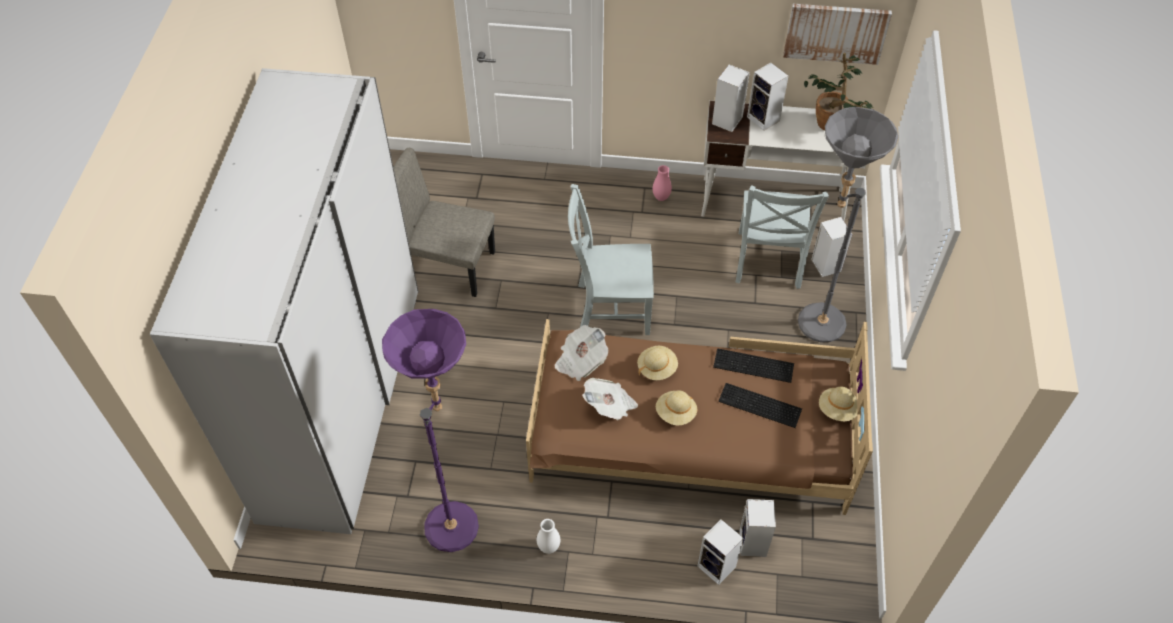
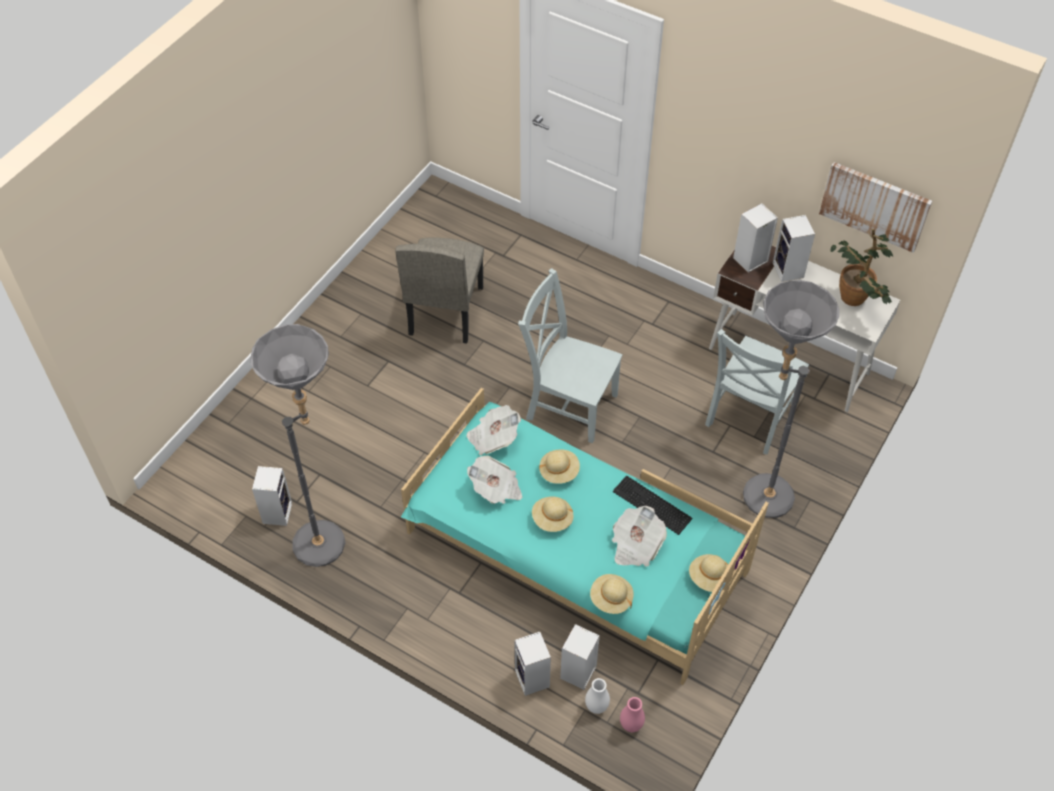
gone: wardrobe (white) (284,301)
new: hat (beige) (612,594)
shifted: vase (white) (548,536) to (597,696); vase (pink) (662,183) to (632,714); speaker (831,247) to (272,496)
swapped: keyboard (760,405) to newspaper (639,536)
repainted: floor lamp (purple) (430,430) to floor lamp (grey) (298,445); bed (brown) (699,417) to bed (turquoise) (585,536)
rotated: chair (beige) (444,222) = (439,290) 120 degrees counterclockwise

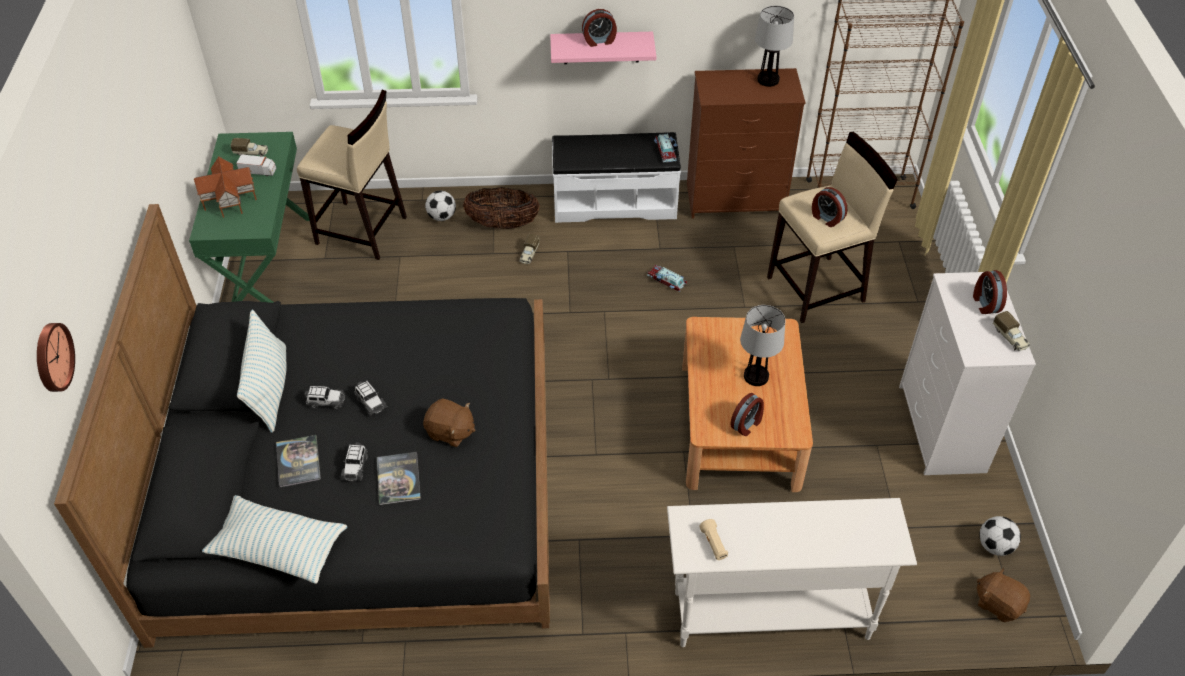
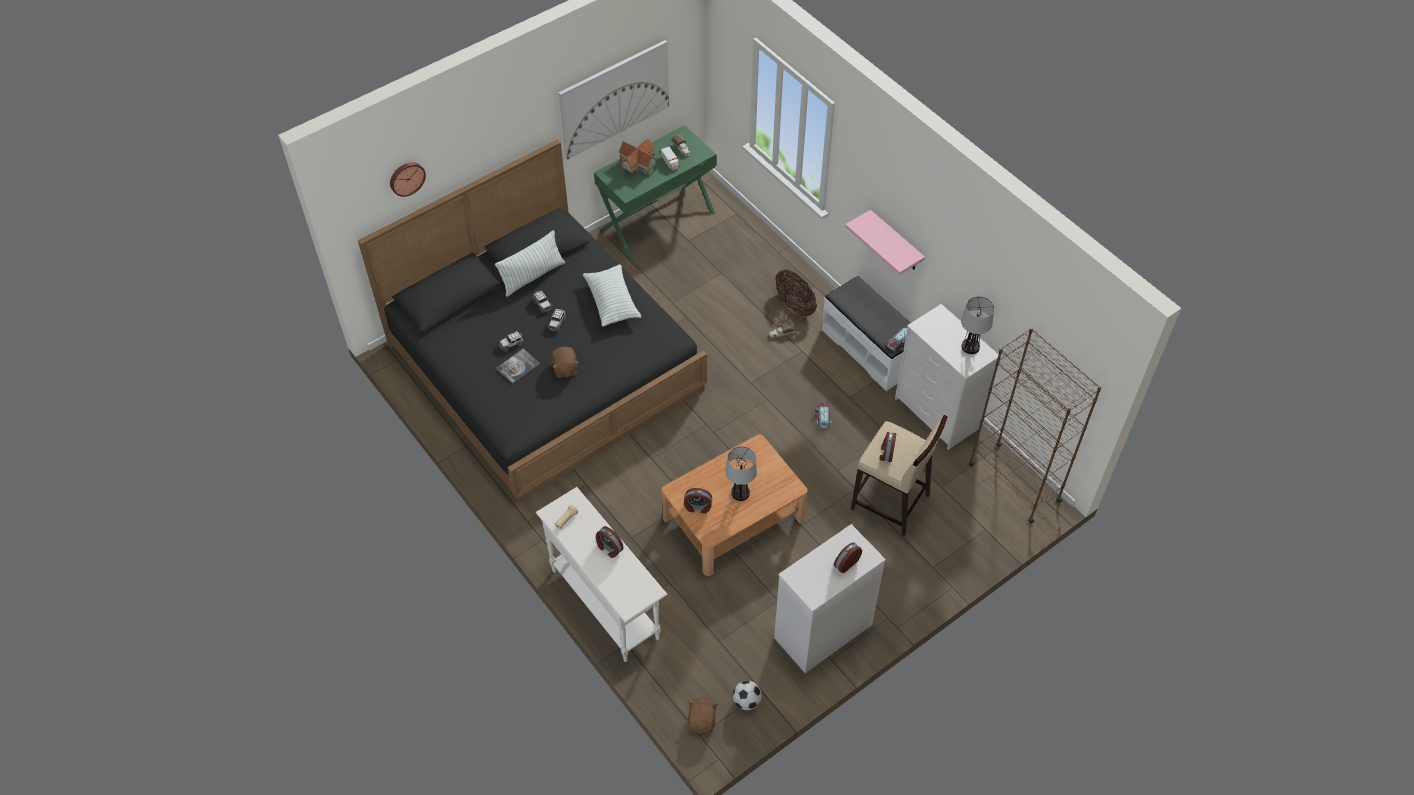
gone: book (298,461); stool (beige) (352,175); football (440,206); toy truck (1011,331)
new: picture (614,99)
shifted: pillow (274,539) to (612,295); alarm clock (599,28) to (610,542)
repainted: dresser (brown) (746,143) to dresser (white) (947,377)

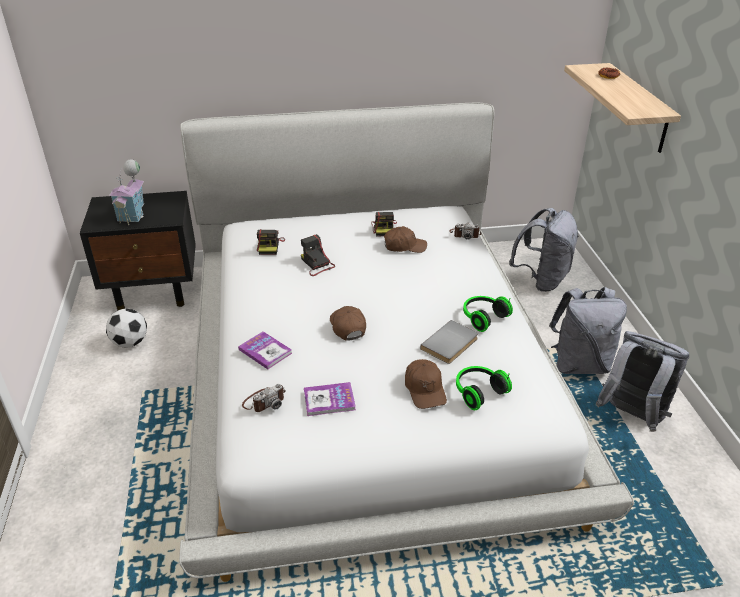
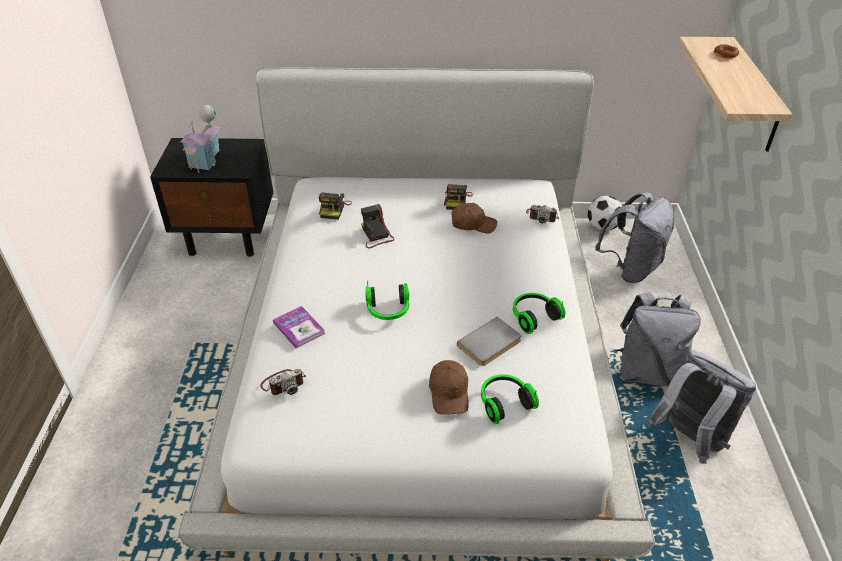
gone: book (330,399)
shifted: football (126,328) to (604,213)
swapped: cap (brown) (348,323) to headphones (387,300)

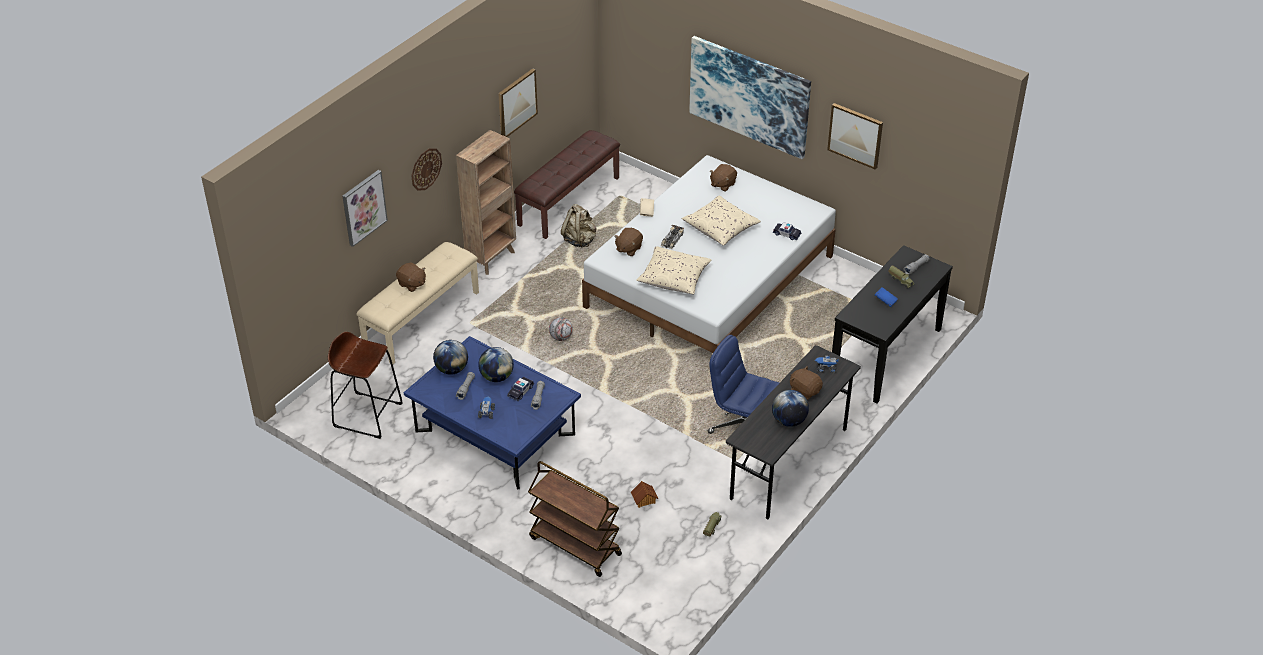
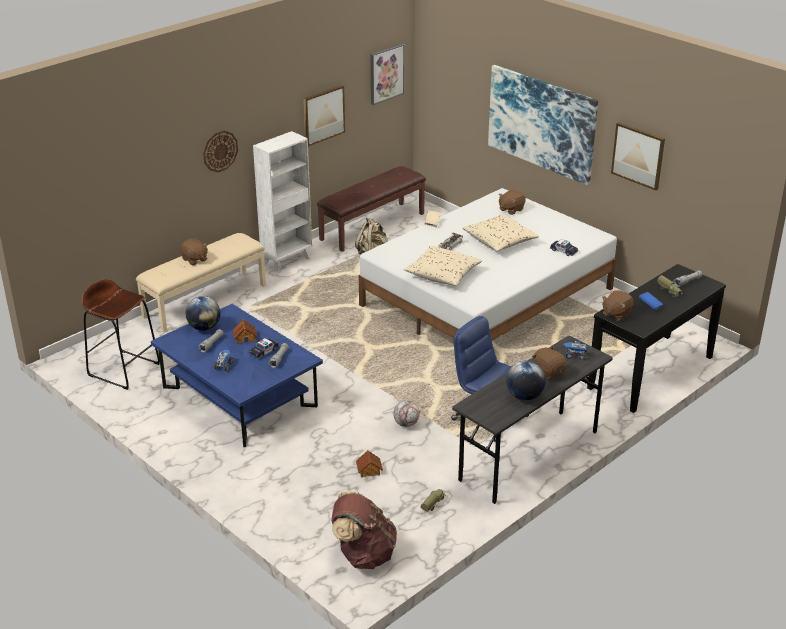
gone: cart (brown) (575,519)
new: backpack (brown) (364,530)
shifted: picture (365,208) to (387,74); football (561,329) to (406,413); plush toy (brown) (628,242) to (618,306)
swapped: globe (496,364) to toy house (245,331)
repainted: bookcase (brown) (486,202) to bookcase (white) (282,202)

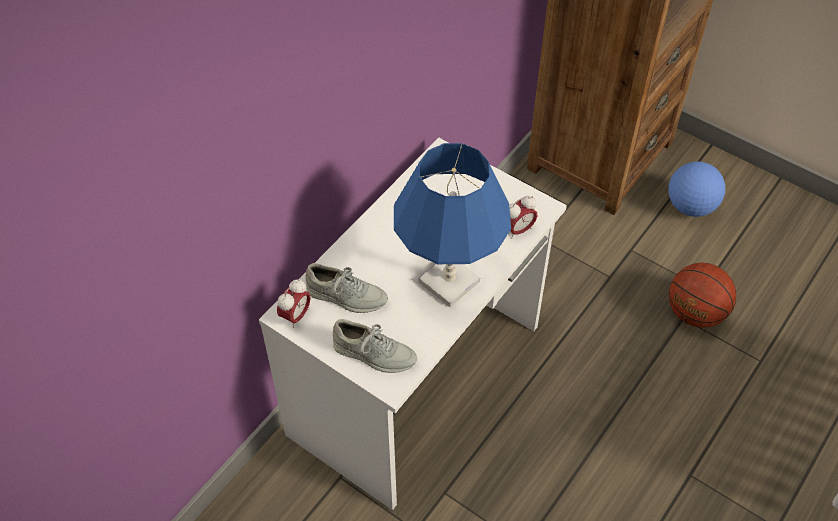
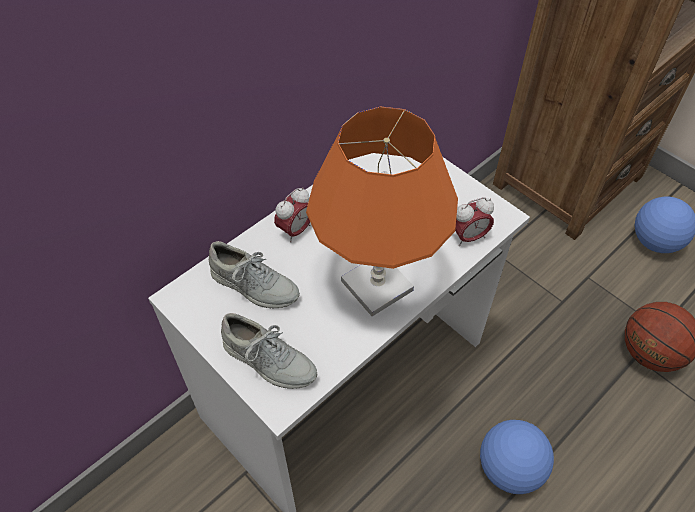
new: football (517,457)
shifted: alarm clock (293,303) to (292,214)
repainted: table lamp (blue) (452,225) to table lamp (orange) (382,211)

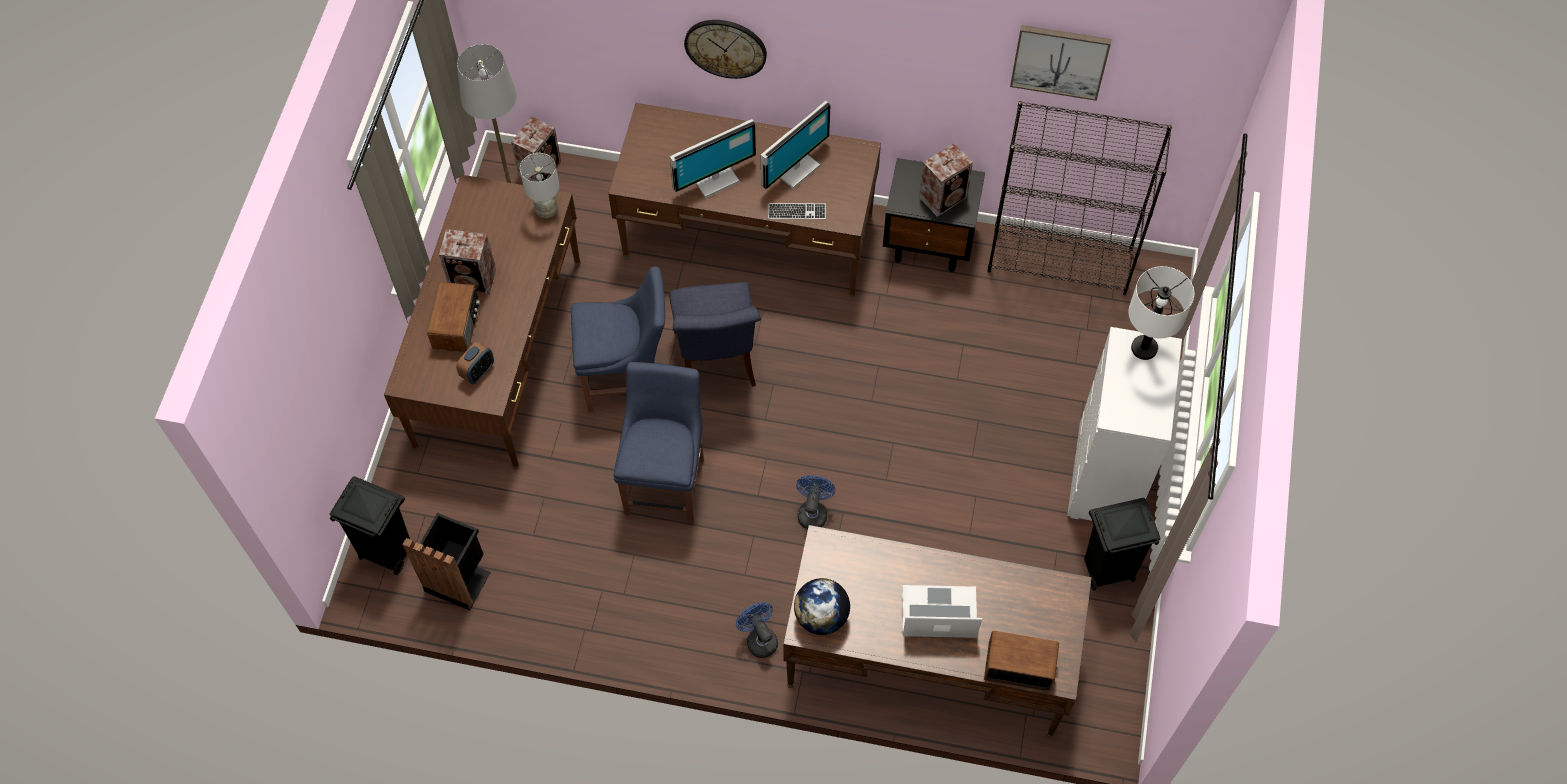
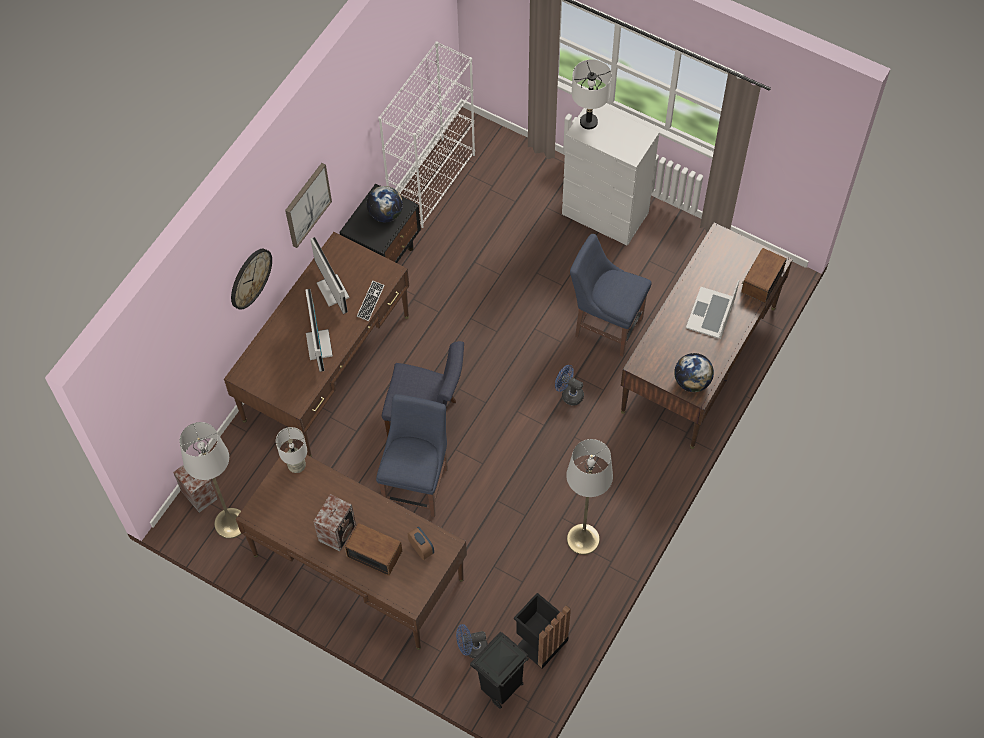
gone: trash can (black) (1122,544)
new: floor lamp (grey) (589,497)
shifted: chair (blue) (658,443) to (611,295); fan (blue) (757,630) to (472,641); picture (1061,63) to (308,205)
swapped: speaker (946,180) to globe (385,204)
repainted: bookcase (black) (1080,198) to bookcase (white) (426,134)

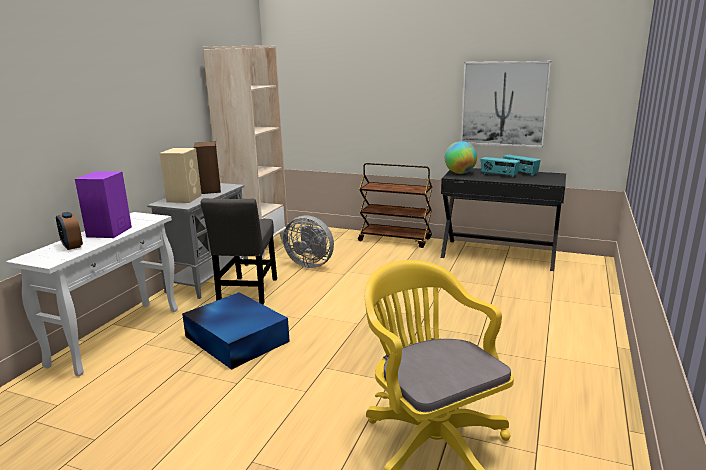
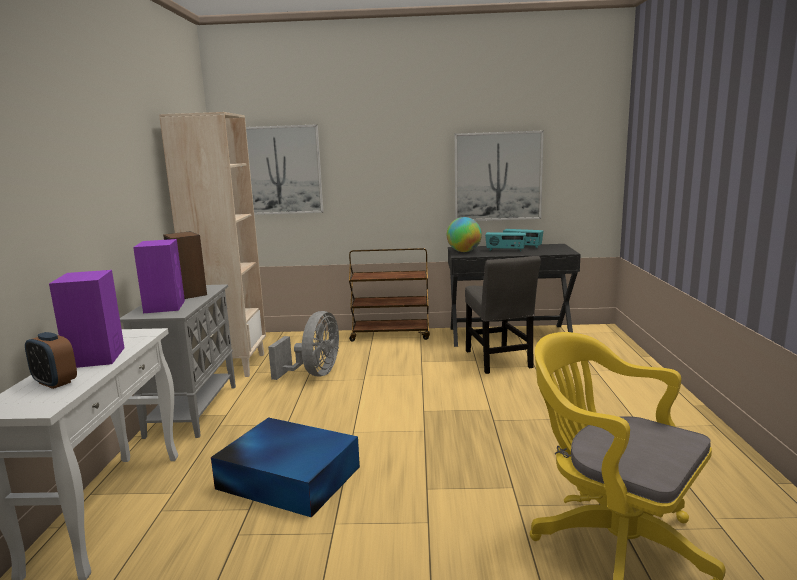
new: picture (284,169)
shifted: chair (grey) (239,251) to (503,315)
repainted: speaker (beige) (180,175) to speaker (purple) (159,276)
rotated: fan (grey) (308,241) = (303,345) 75 degrees counterclockwise

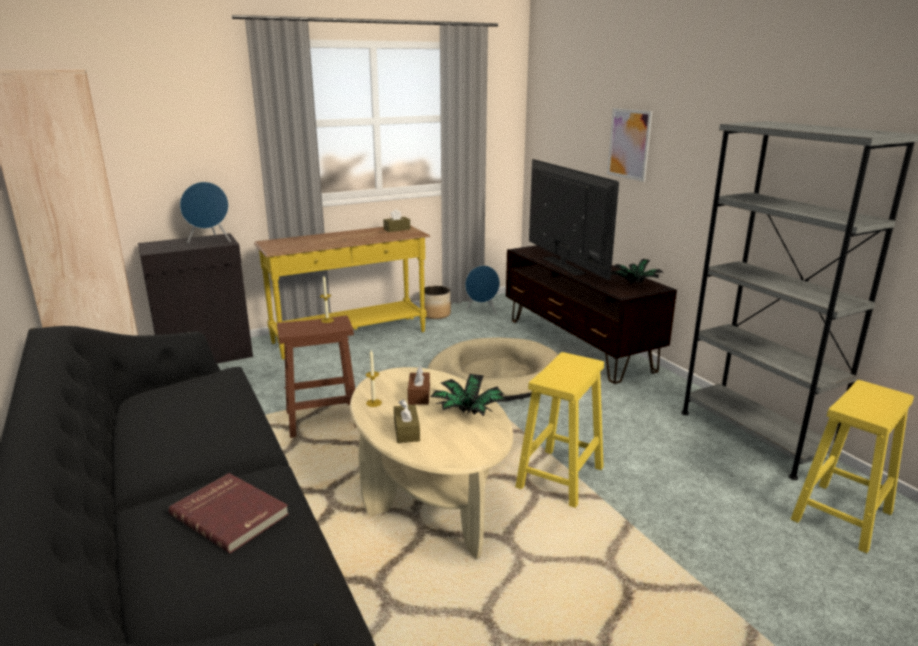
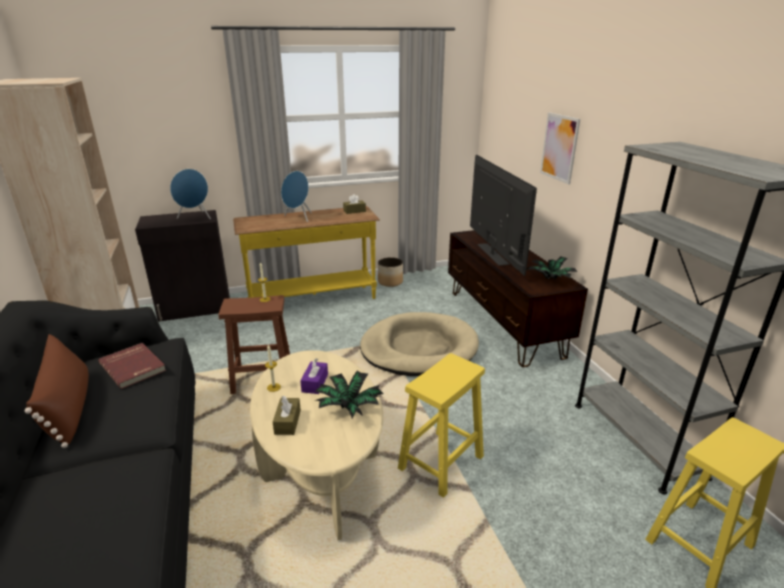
new: pillow (brown) (57,391)
shifted: book (red) (229,513) to (132,366); speaker (blue) (482,290) to (296,196)
repainted: tissue box (brown) (419,385) to tissue box (purple) (314,376)

